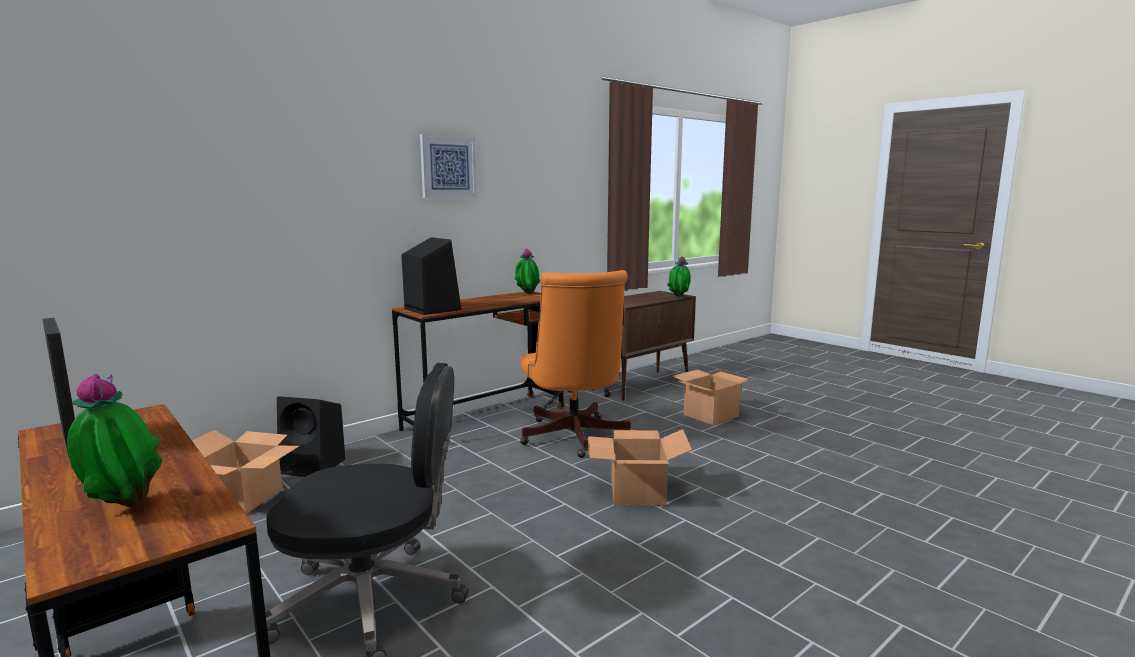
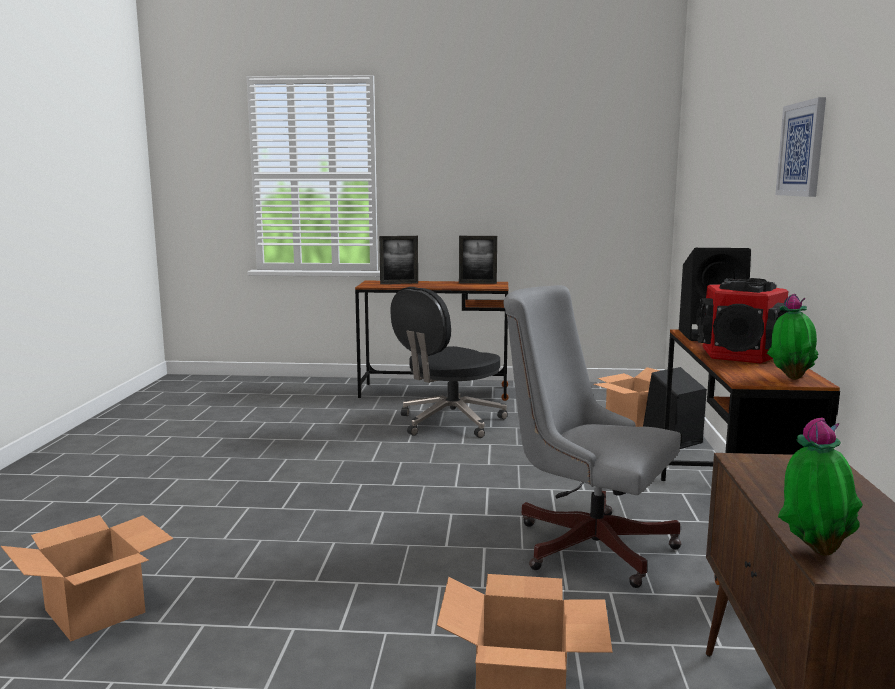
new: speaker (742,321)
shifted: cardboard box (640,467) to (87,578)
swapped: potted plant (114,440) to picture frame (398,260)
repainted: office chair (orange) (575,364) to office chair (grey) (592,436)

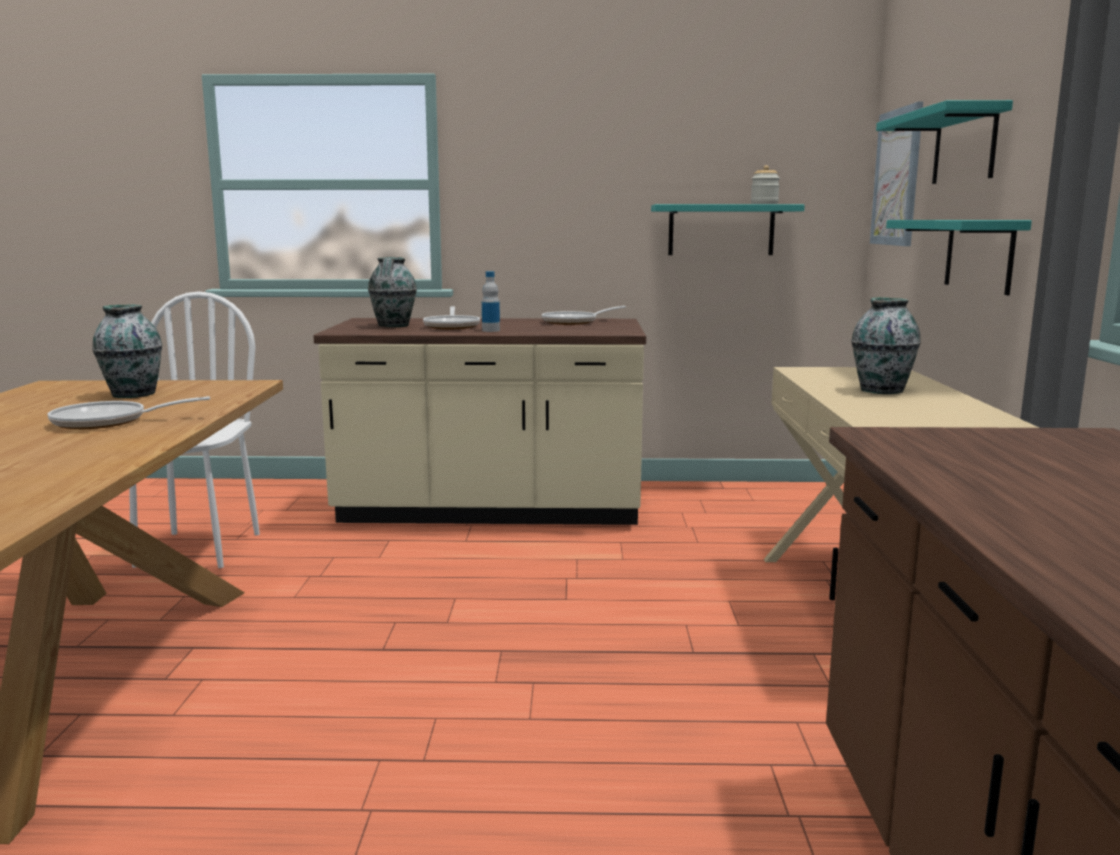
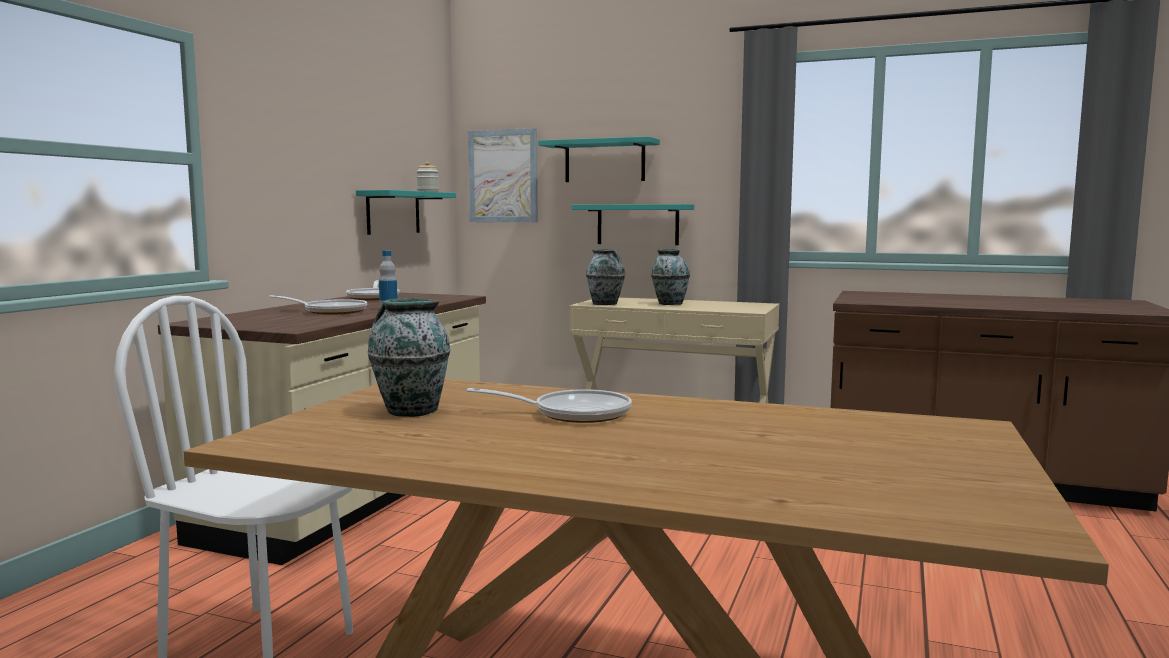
shifted: vase (392,292) to (605,277)
rotated: frying pan (129,412) = (549,405) 90 degrees counterclockwise

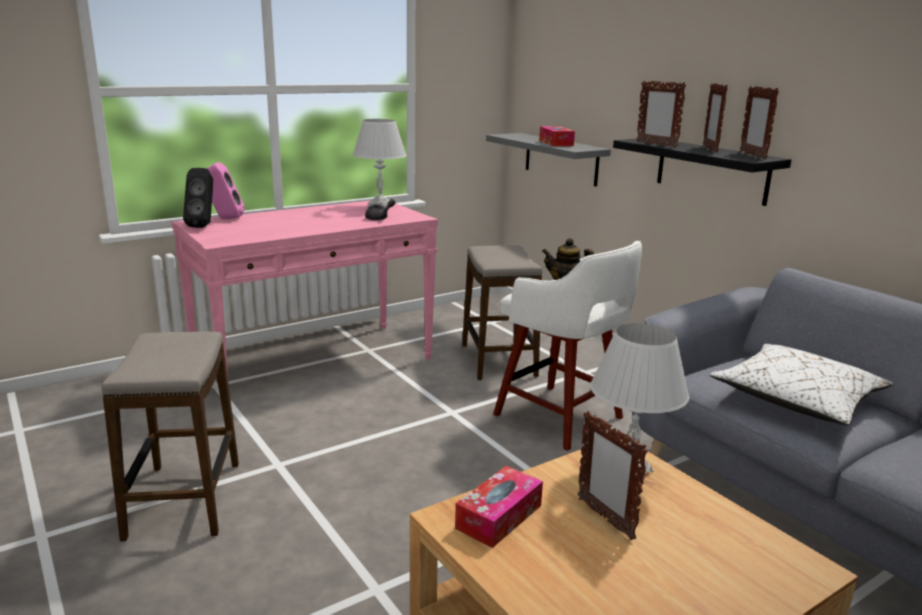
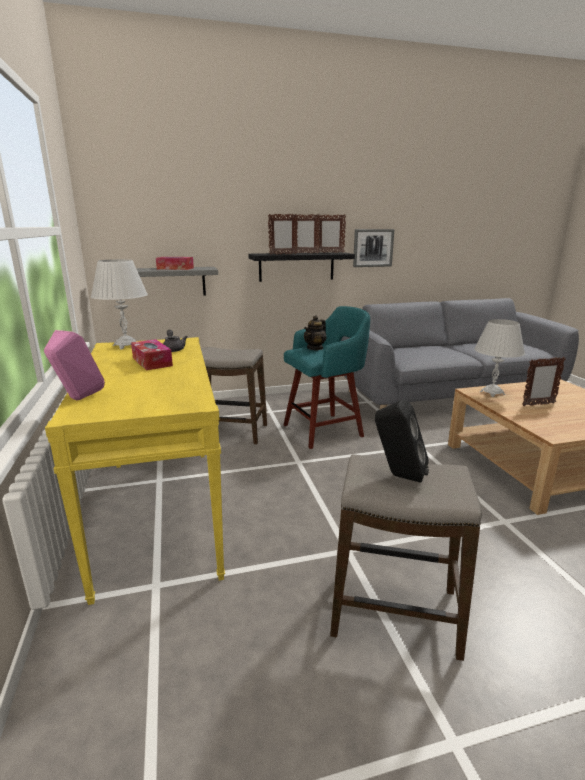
gone: pillow (white) (801,384)
new: picture (373,248)
shifted: speaker (black) (198,198) to (402,441); tissue box (499,507) to (152,354)
repainted: console table (pink) (305,292) to console table (yellow) (135,471); stool (white) (567,346) to stool (turquoise) (327,377)

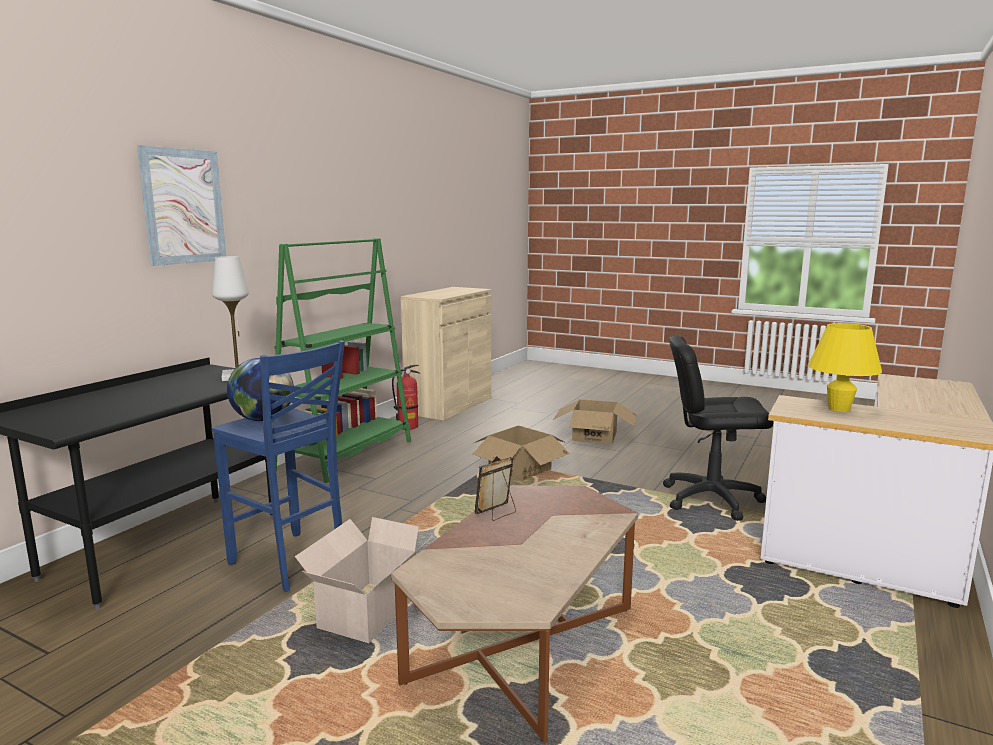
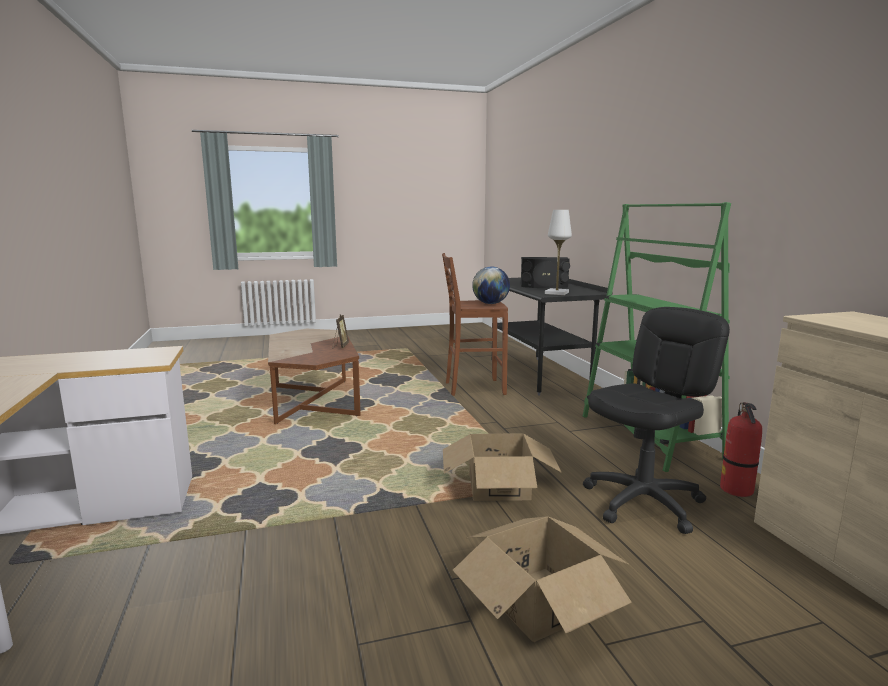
gone: picture (181,205); cardboard box (364,580); table lamp (yellow) (845,367)
new: speaker (black) (545,272)
shifted: office chair (black) (718,428) to (656,420)
repainted: stool (blue) (278,466) to stool (brown) (475,324)

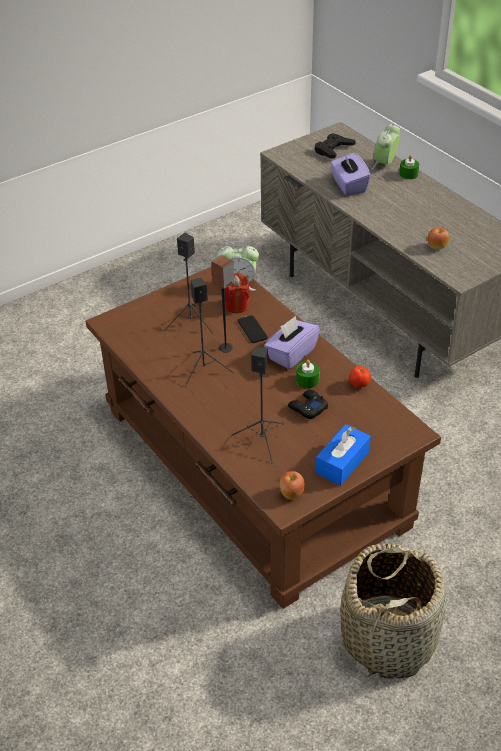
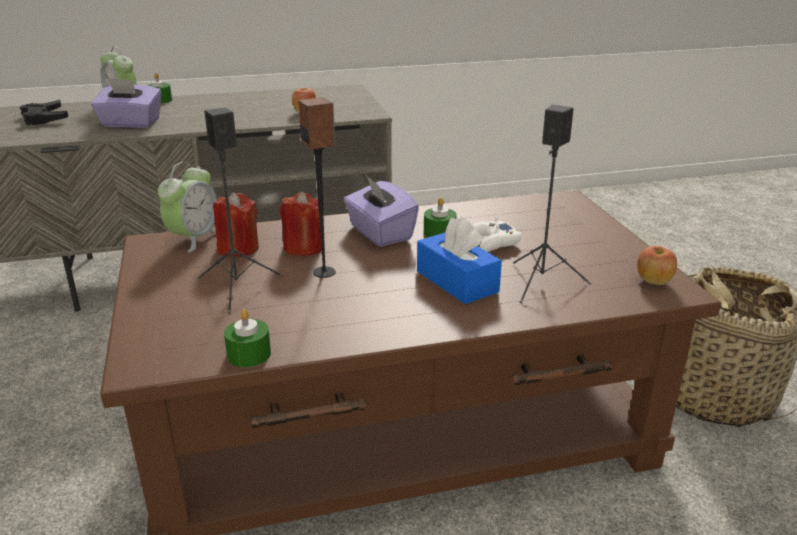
gone: speaker (black) (209,332); apple (360,377)
new: candle (green) (247,338)
shifted: tissue box (blue) (343,455) to (459,260)
swapped: phone (252,329) to candle (red) (301,224)
repainted: game controller (black) (308,404) to game controller (white) (497,234)

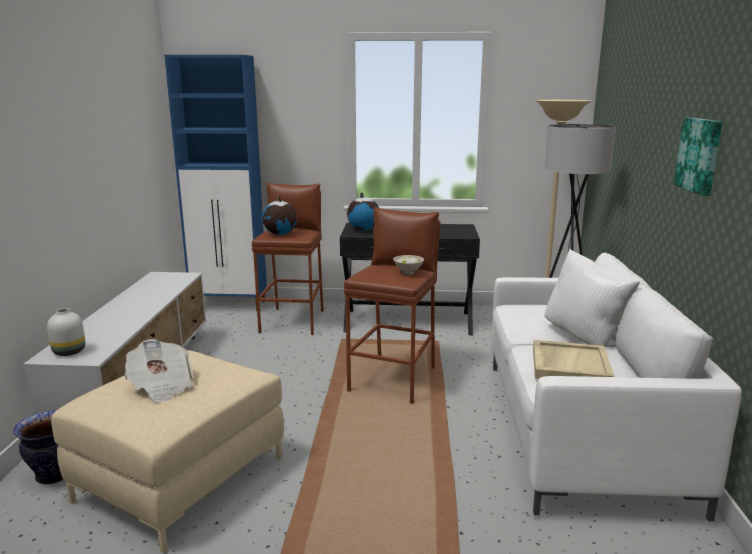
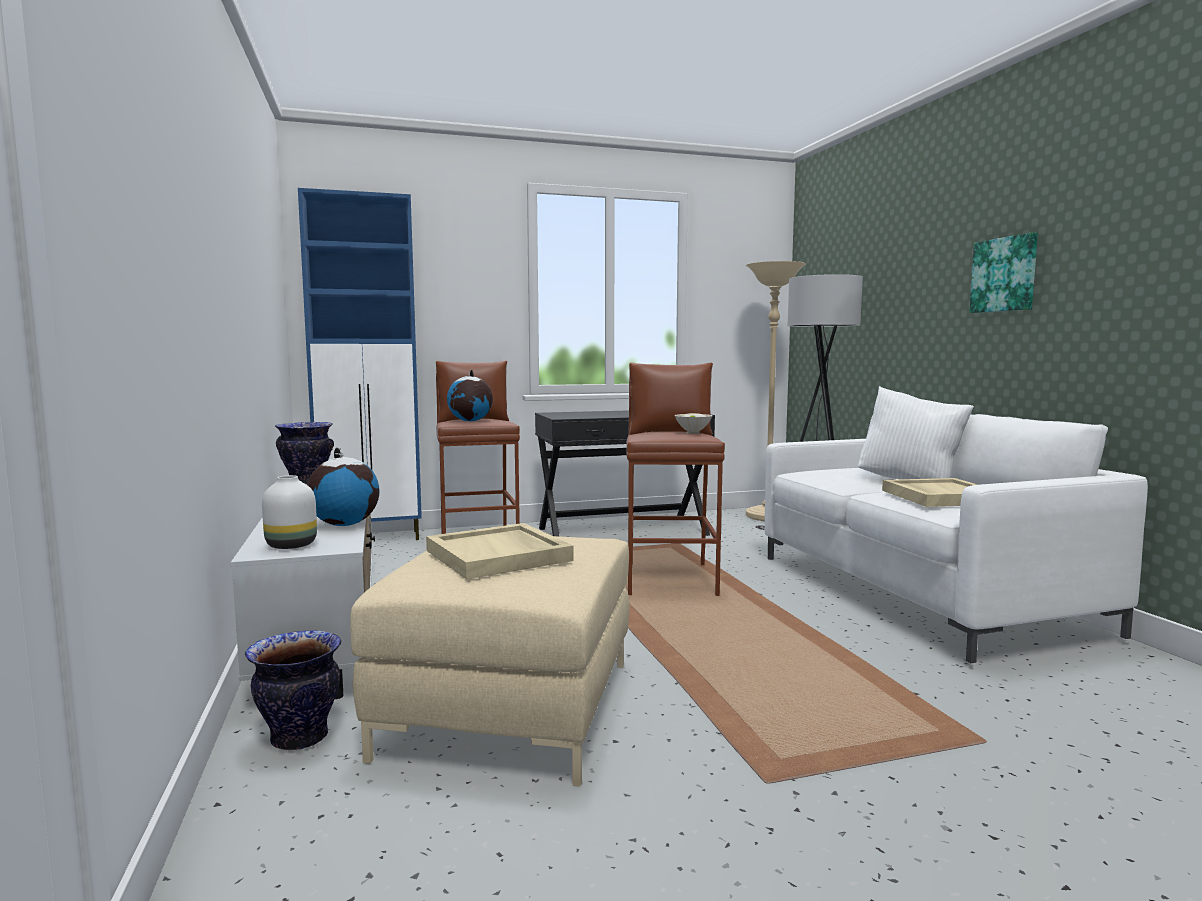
new: vase (304,453)
shifted: globe (363,211) to (343,487)
swapped: newspaper (158,371) to tray (beige) (500,551)

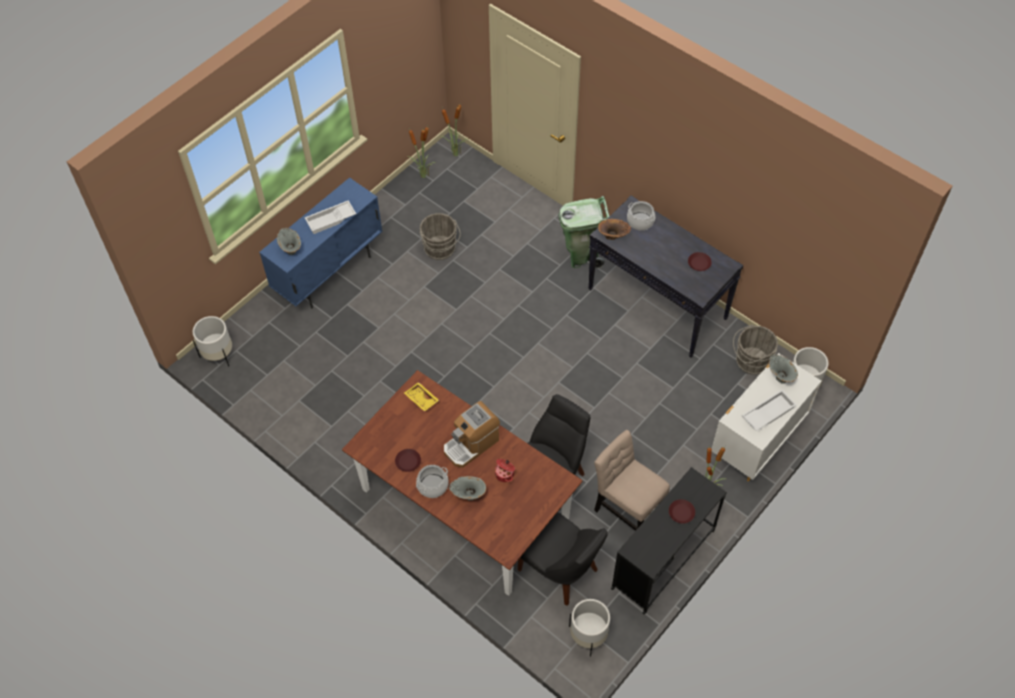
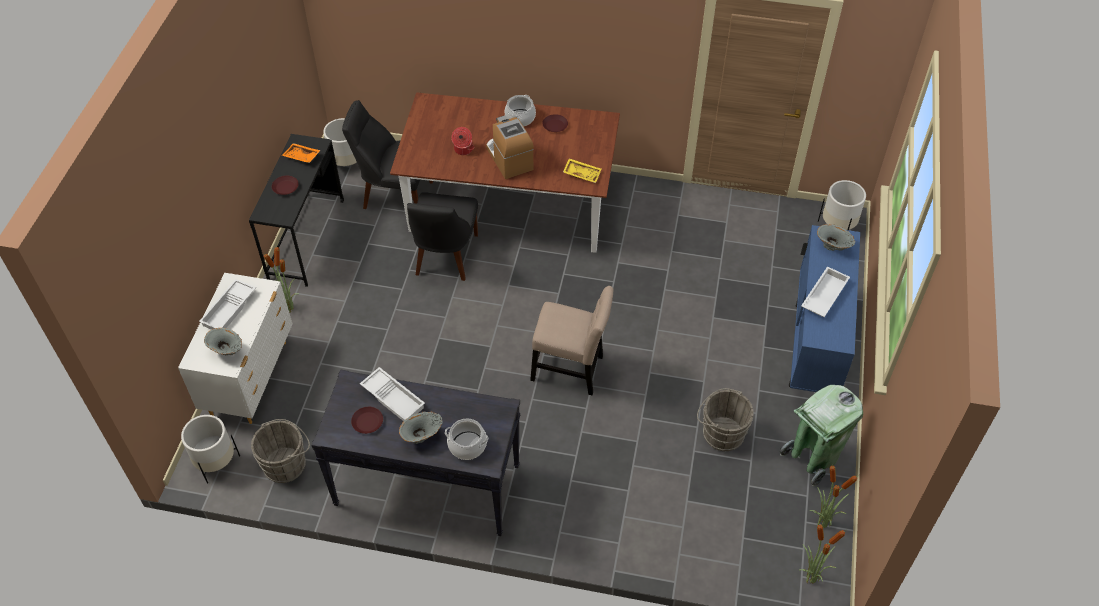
gone: vase (brown) (614,229)
new: tray (orange) (301,153); tray (white) (392,394)
shifted: vase (grey) (467,488) to (421,428); trash can (green) (584,232) to (821,435); chair (beige) (632,480) to (572,340)
rotated: coffee machine (472,434) = (510,147) 45 degrees counterclockwise

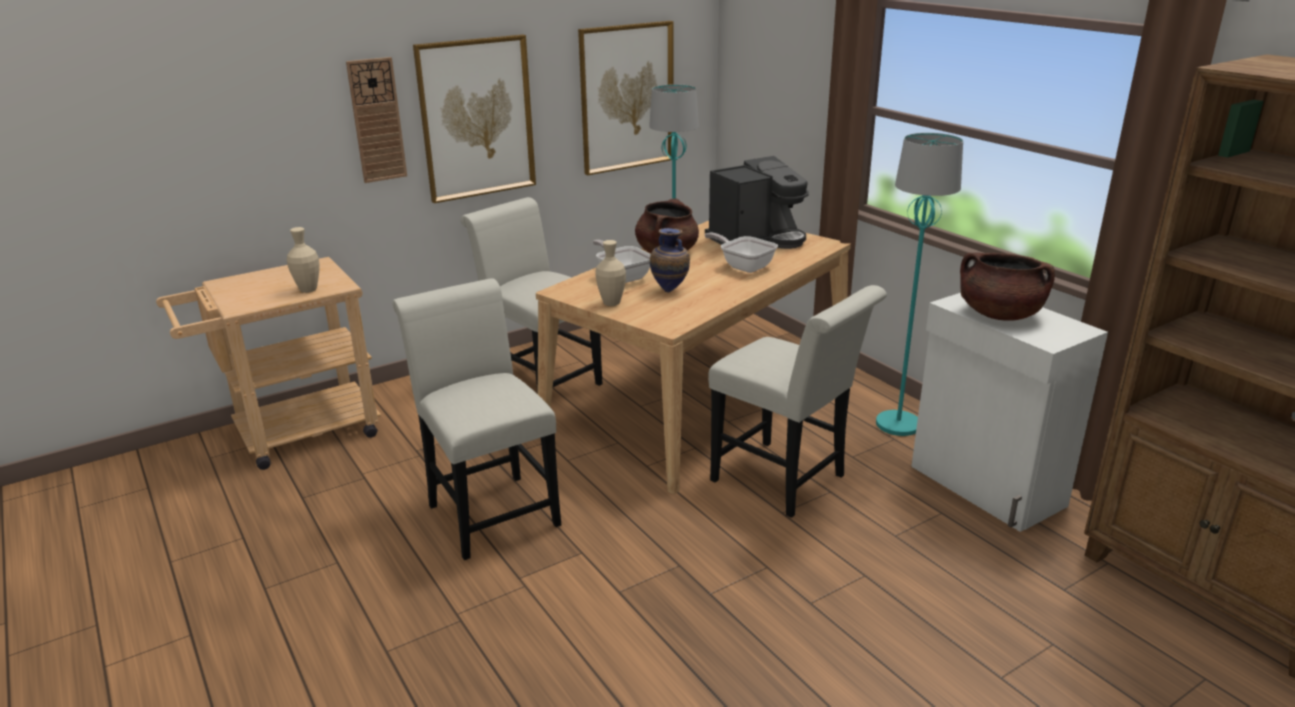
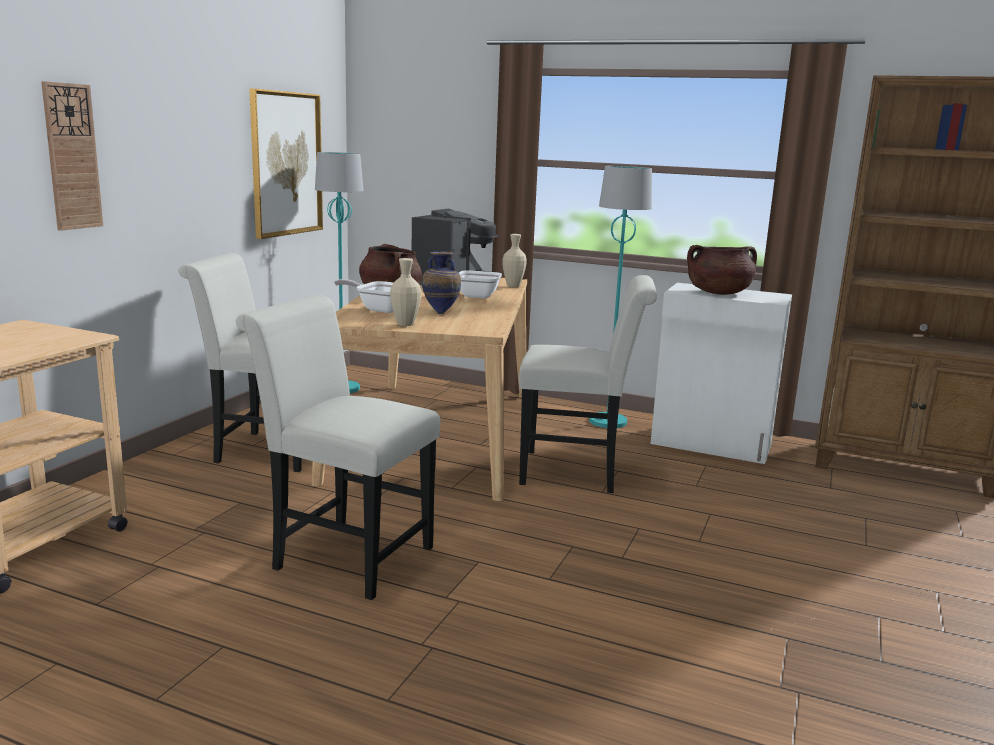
gone: picture (474,118)
shifted: vase (beige) (303,260) to (515,260)

